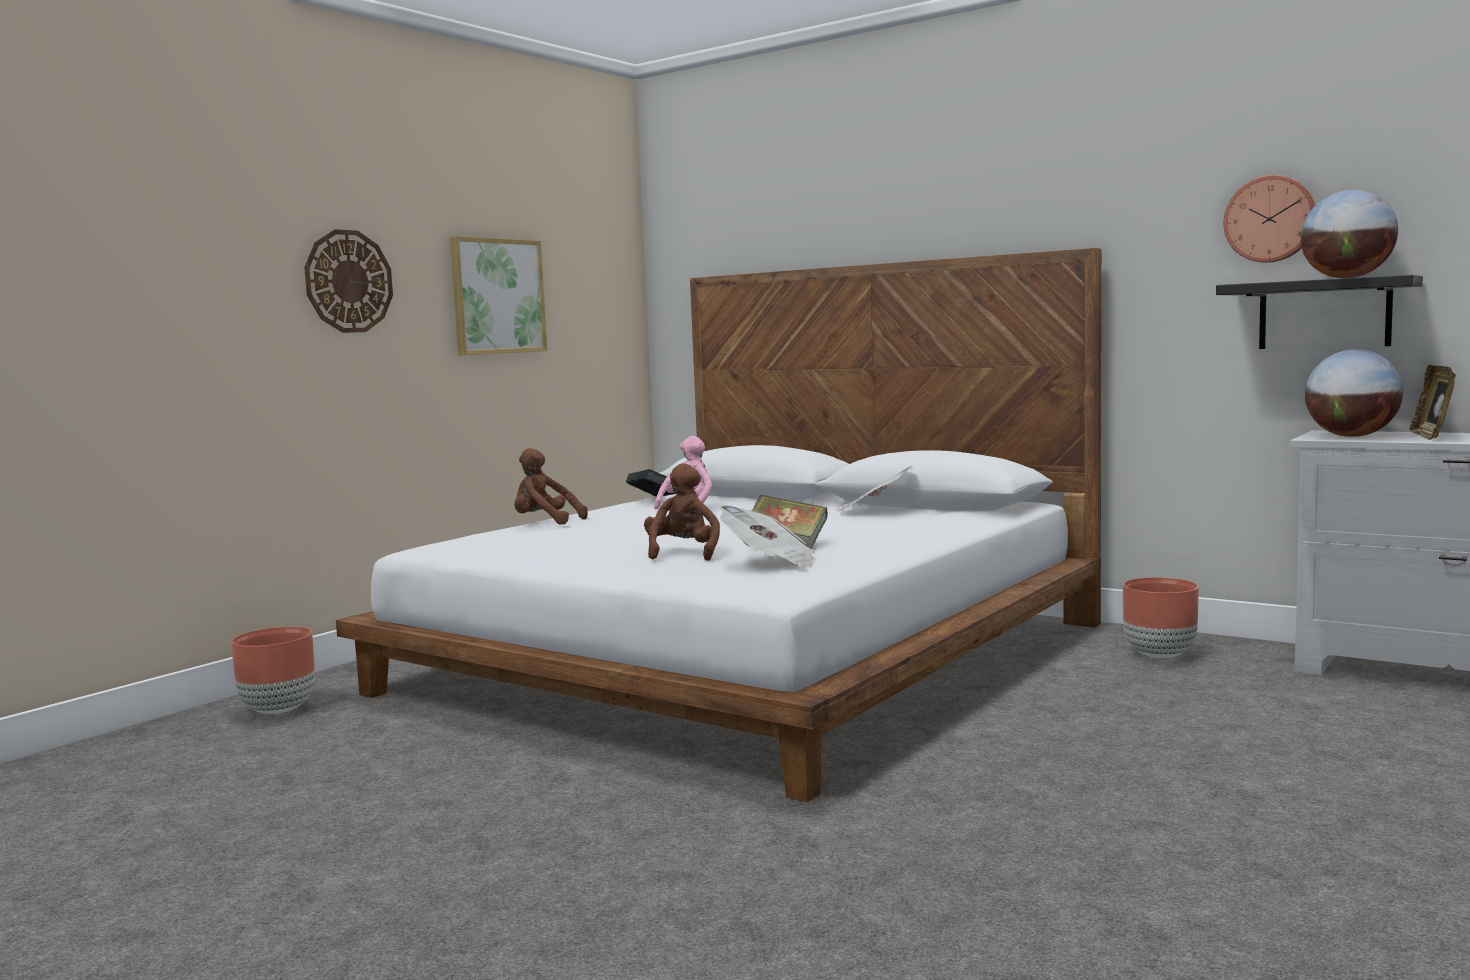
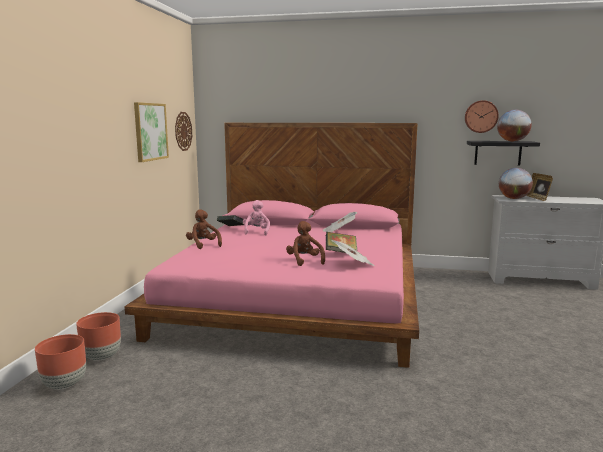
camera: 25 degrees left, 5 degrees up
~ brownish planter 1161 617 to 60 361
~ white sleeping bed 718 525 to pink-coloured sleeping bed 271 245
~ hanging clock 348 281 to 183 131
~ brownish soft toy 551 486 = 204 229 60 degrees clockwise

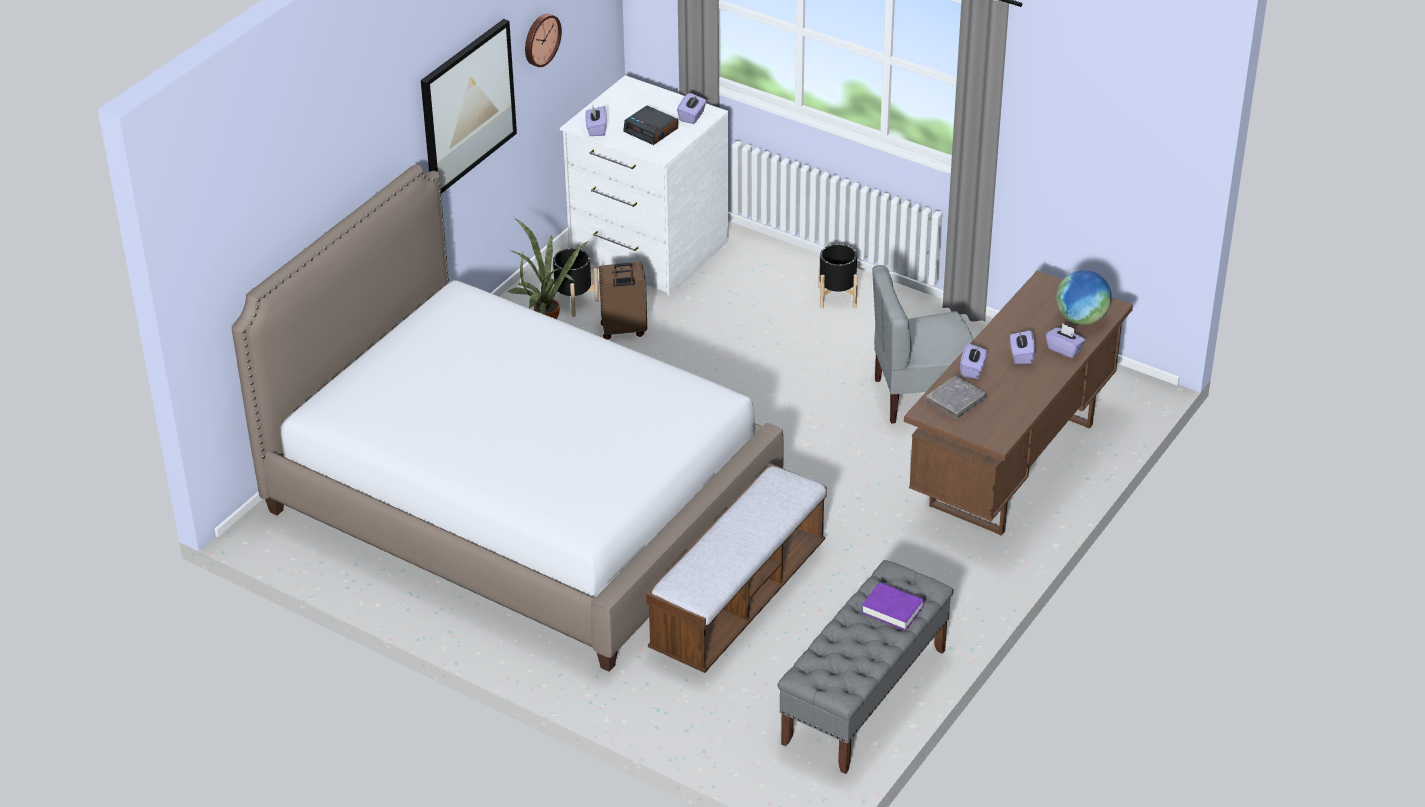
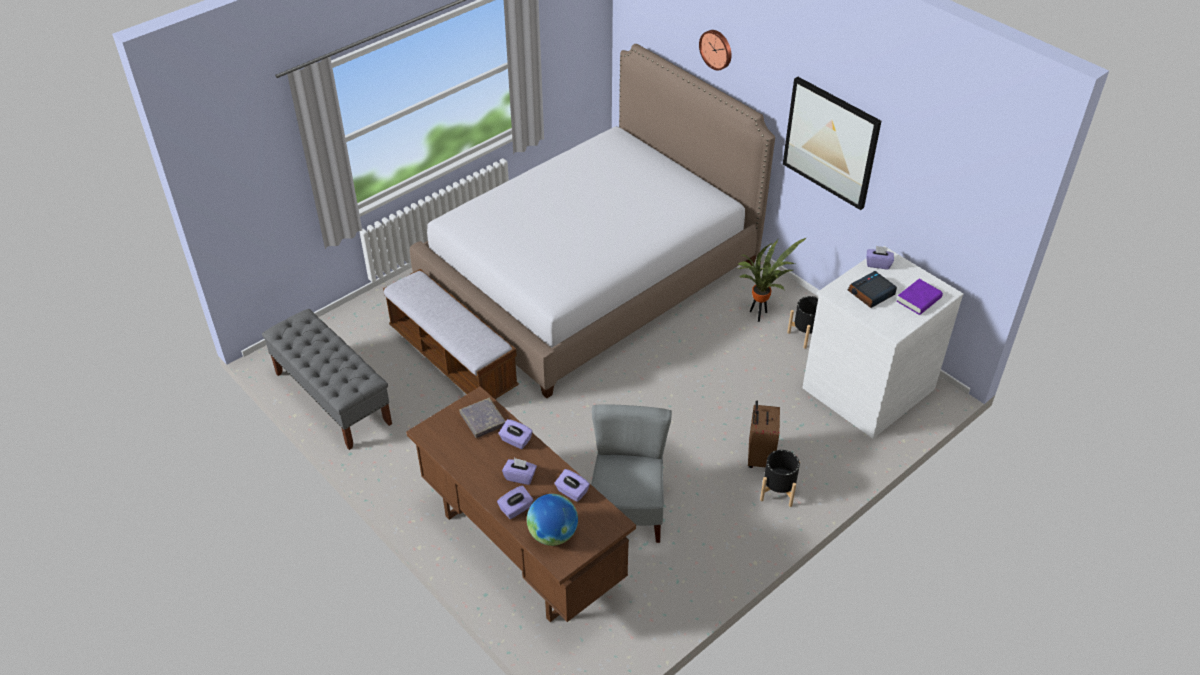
camera: 105 degrees right, 5 degrees up
~ purple tissue holder 692 108 to 572 485
~ hanging clock 543 40 to 715 50
~ brownish piece of luggage 623 301 to 764 434
~ purple bound book 892 606 to 920 297

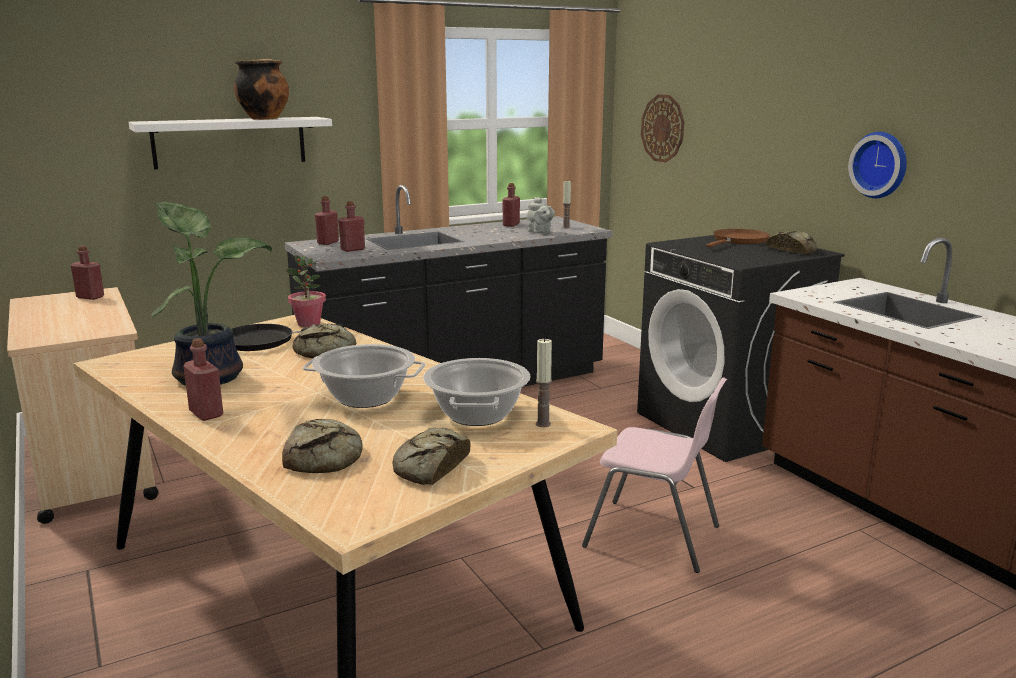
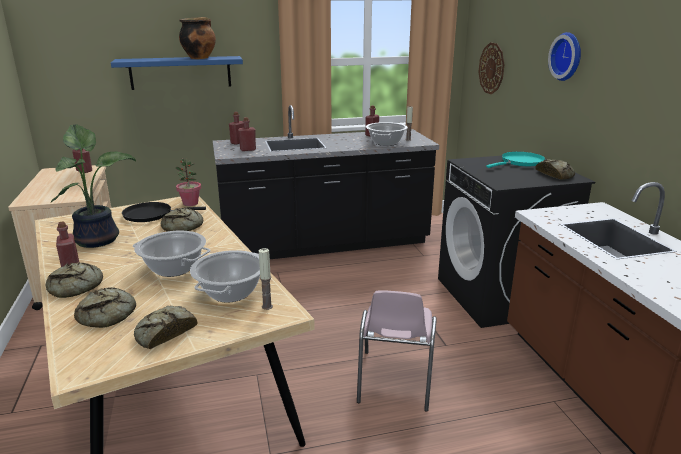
camera: 15 degrees right, 5 degrees up
+ bread 74 280
~ white wall shelf 230 143 to bluish wall shelf 177 73
~ pink-coloured upright chair 654 475 = 397 351 60 degrees clockwise
~ grey tea pot 541 215 to stockpot 387 134
~ brownish pan 738 238 to turquoise pan 515 160
~ hanging clock 877 165 to 564 56

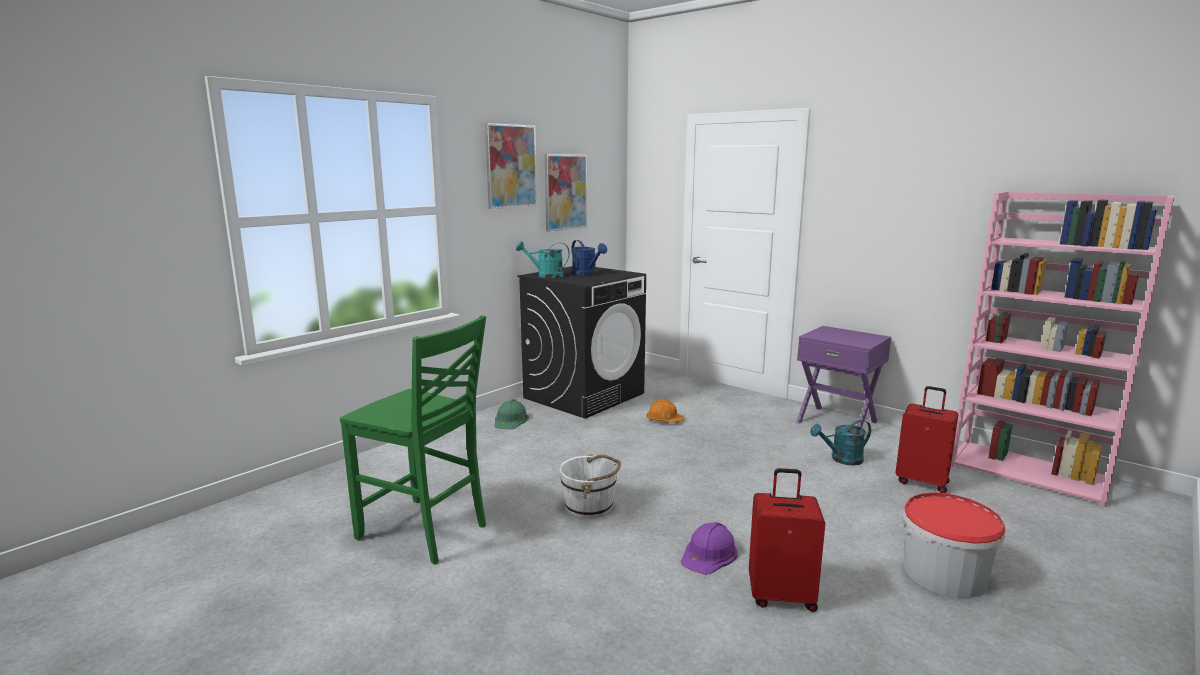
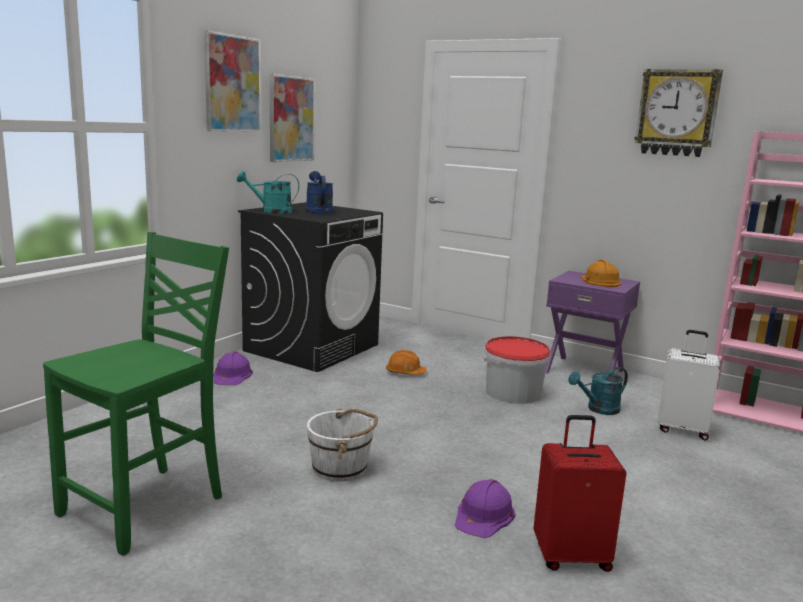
camera: 10 degrees left, 0 degrees up
~ green-coloured upright chair 413 440 = 136 394 75 degrees counterclockwise
~ green-coloured hard hat 511 414 to purple hard hat 233 368
~ bluish watering can 589 258 = 319 192 150 degrees counterclockwise
~ bucket 953 545 to 517 370
+ orange hard hat 601 273
+ hanging clock 679 113
~ red-coloured piece of luggage 926 439 to white piece of luggage 688 385

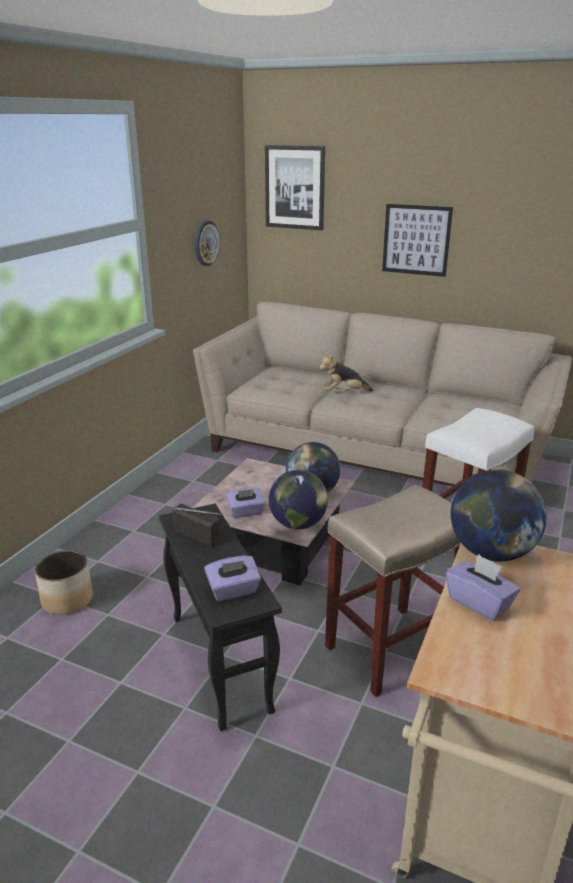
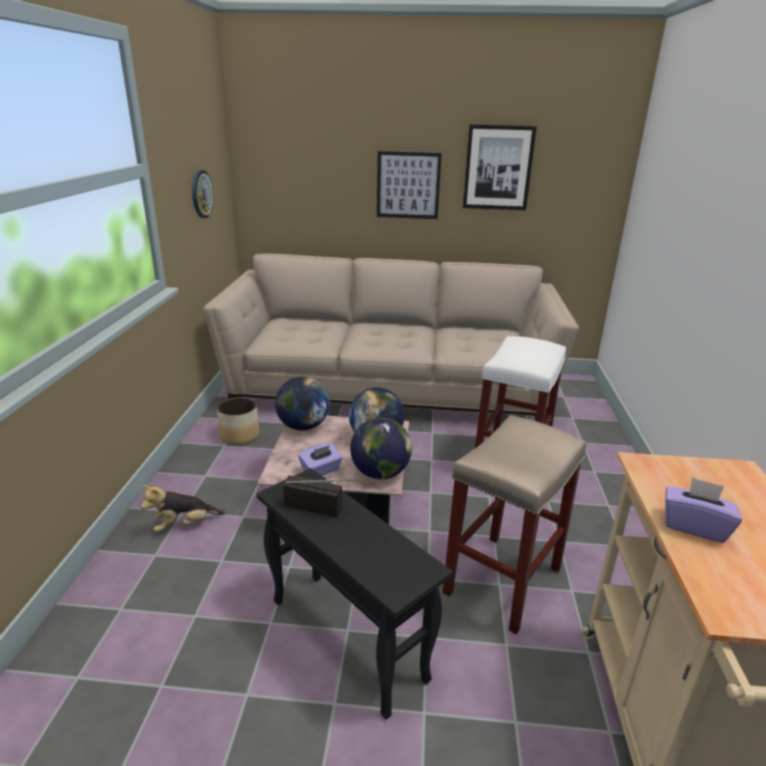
camera: 20 degrees left, 0 degrees up
~ soft toy 346 372 to 183 508
~ planter 64 582 to 238 421
~ desk globe 499 515 to 302 403
~ wall art 295 187 to 500 167
- purple tissue holder 232 578

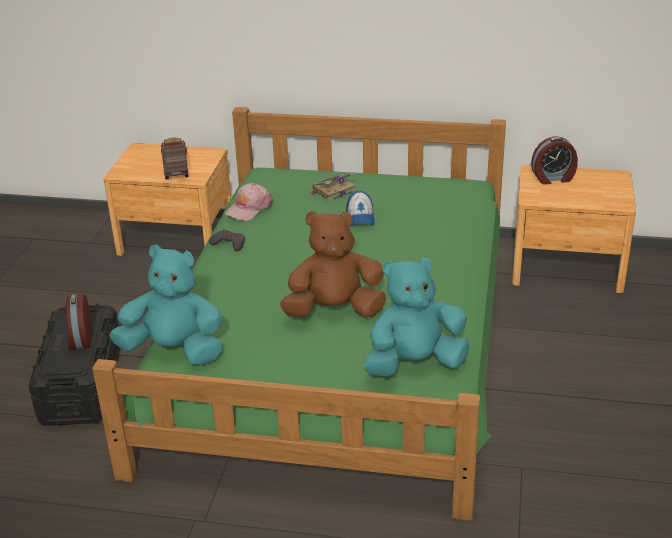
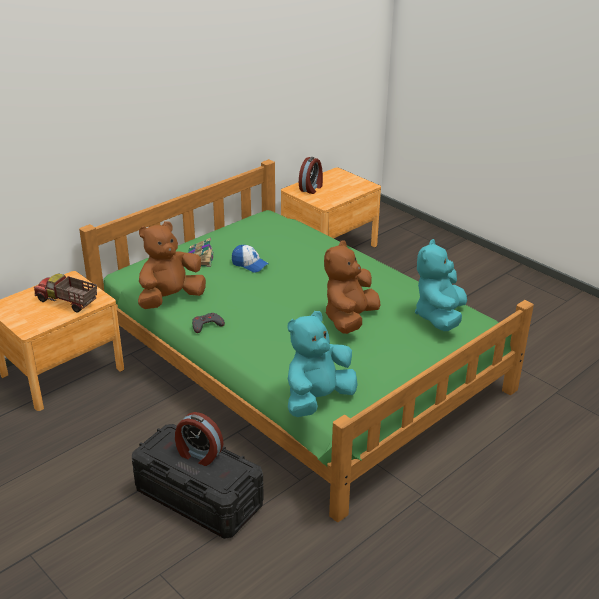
camera: 55 degrees left, 0 degrees up
~ pink-coloured cap 249 202 to brownish soft toy 172 265

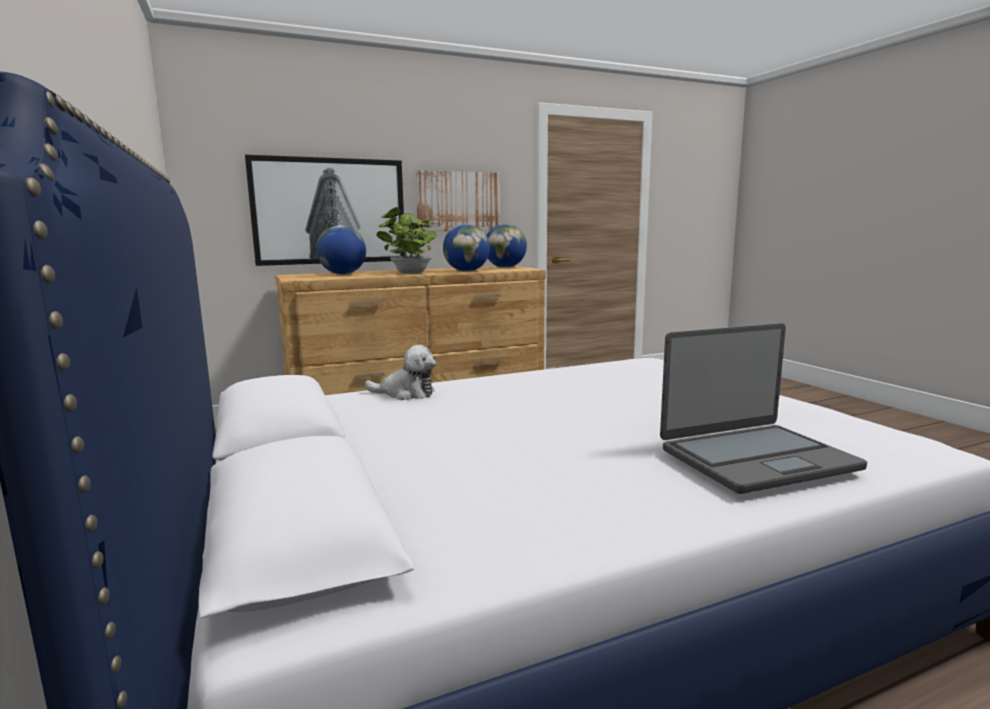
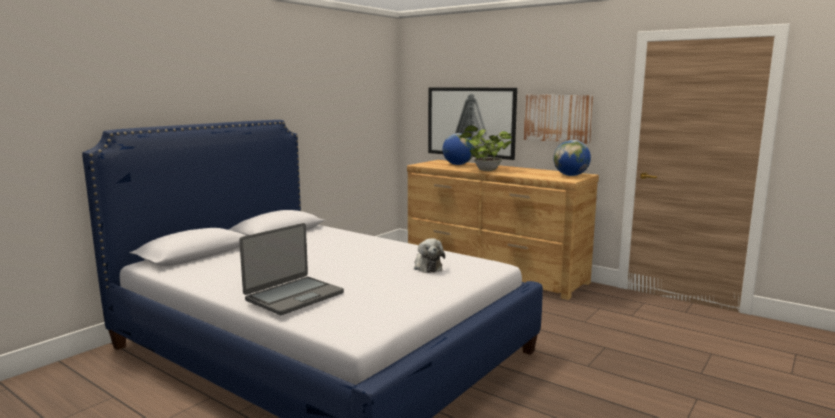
camera: 60 degrees right, 0 degrees up
~ laptop 763 408 = 291 269 90 degrees counterclockwise
~ soft toy 400 372 to 429 255
- desk globe 466 248

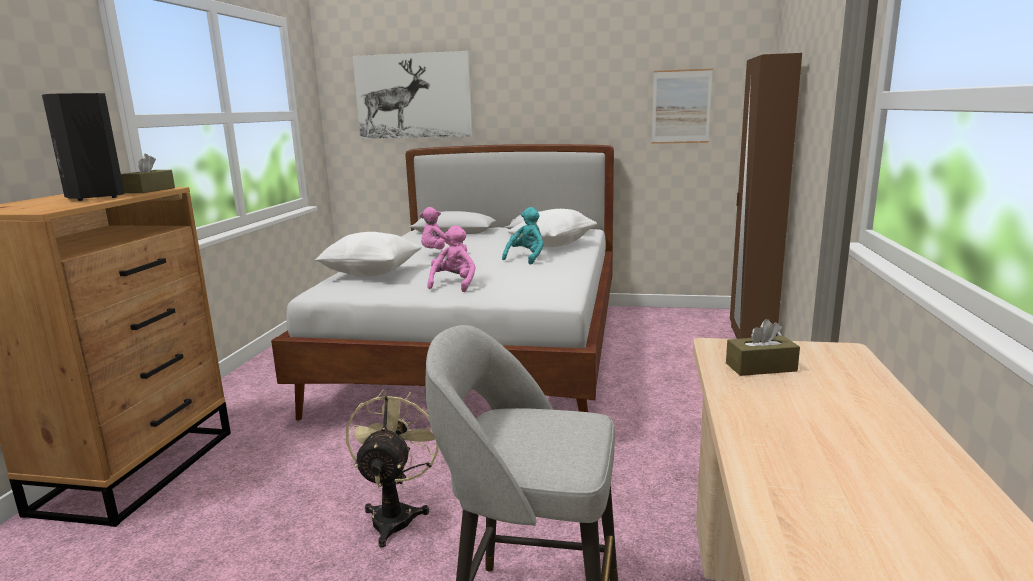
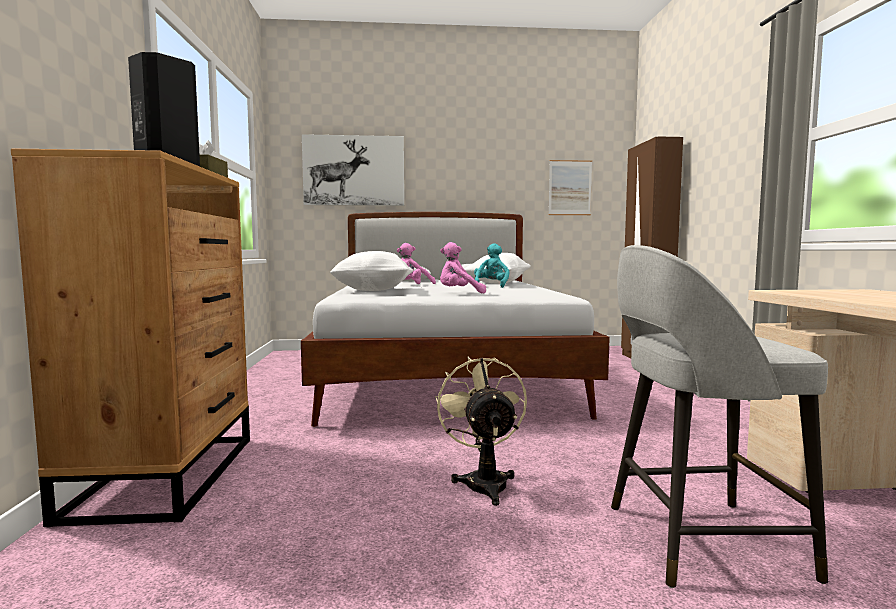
camera: 15 degrees left, 10 degrees down
~ pink-coloured soft toy 451 258 = 463 267 90 degrees counterclockwise
- brownish tissue holder 763 347

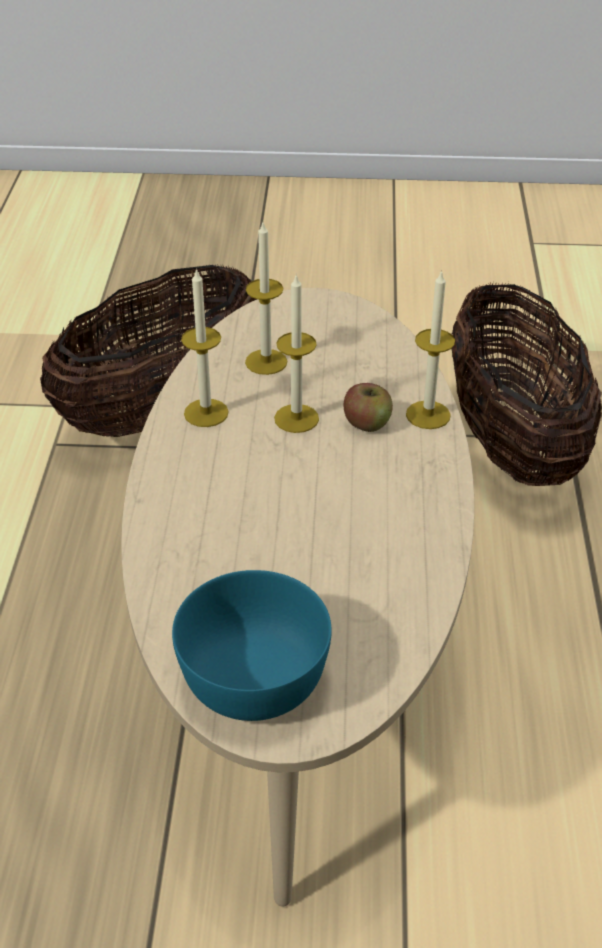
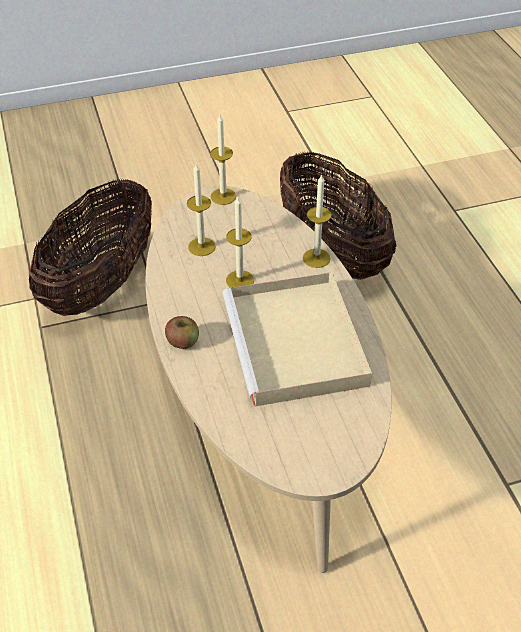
camera: 20 degrees left, 5 degrees up
~ apple 368 407 to 182 332
~ candle 205 347 to 223 160
+ beige carrying tray 297 339
- turquoise deep dish 252 645

